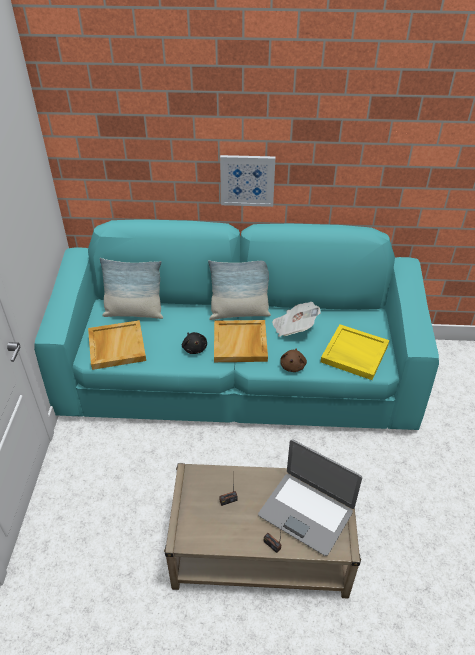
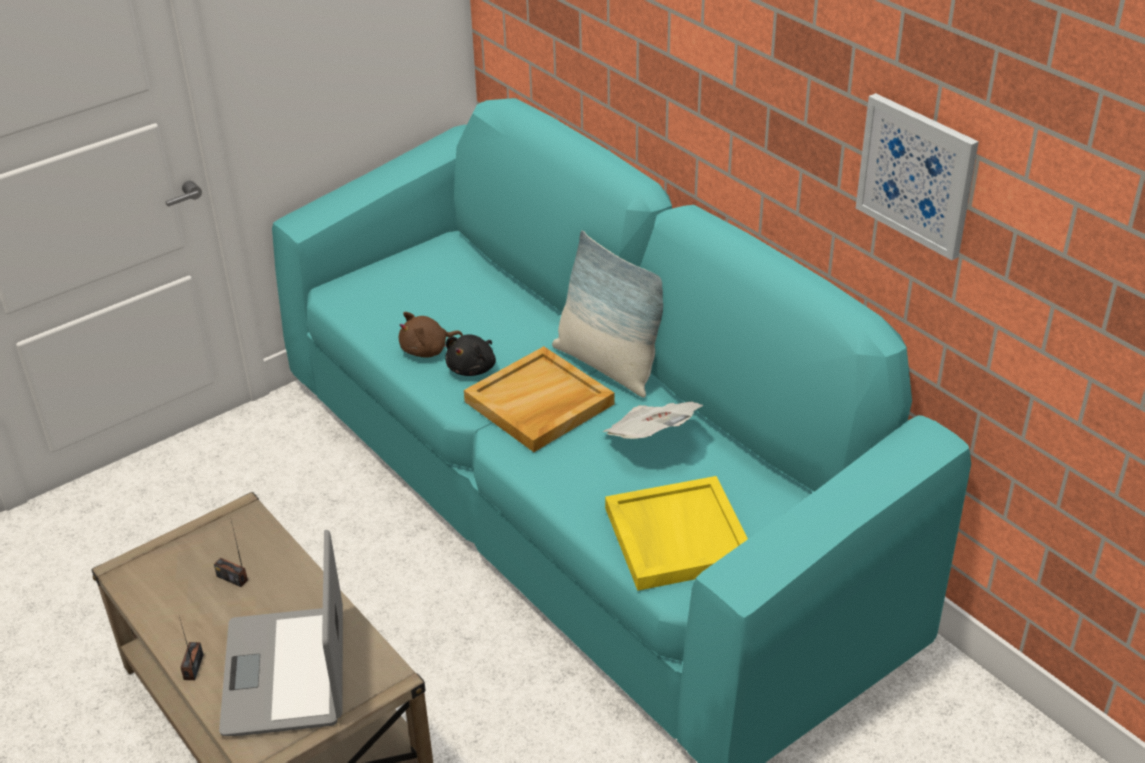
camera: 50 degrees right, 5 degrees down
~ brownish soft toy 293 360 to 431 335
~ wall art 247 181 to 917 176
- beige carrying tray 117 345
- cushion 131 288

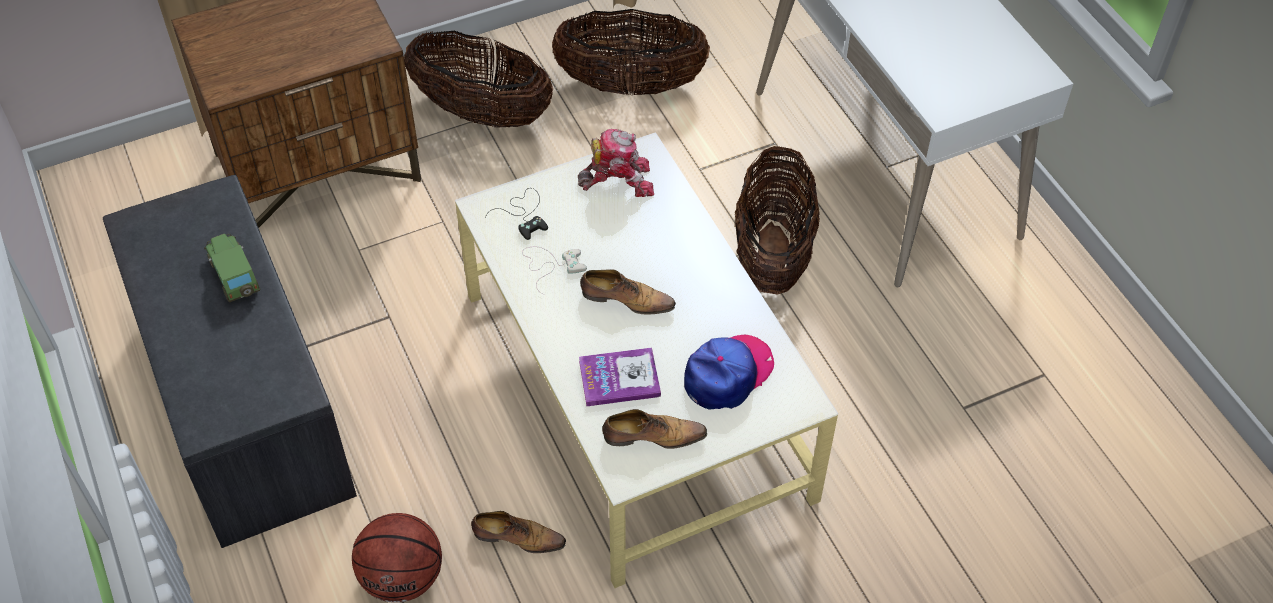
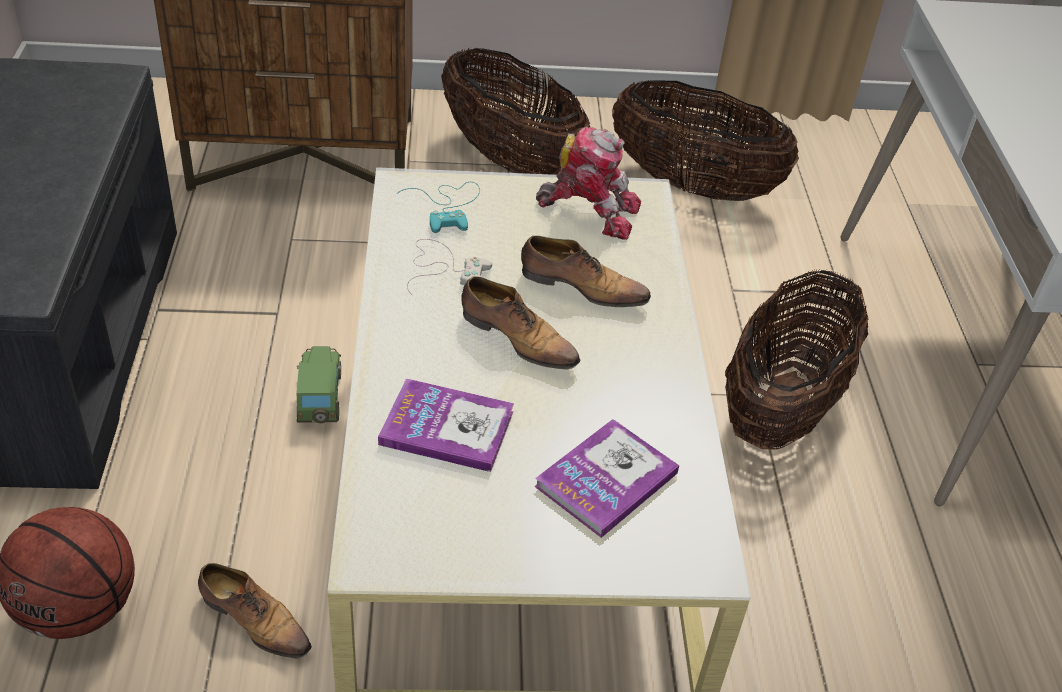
camera: 20 degrees right, 10 degrees down
~ miniature car 232 268 to 319 384
~ black-coloured gamepad 516 214 to turquoise gamepad 439 207
~ low shoe 654 429 to 586 271
~ cap 729 372 to bound book 606 478

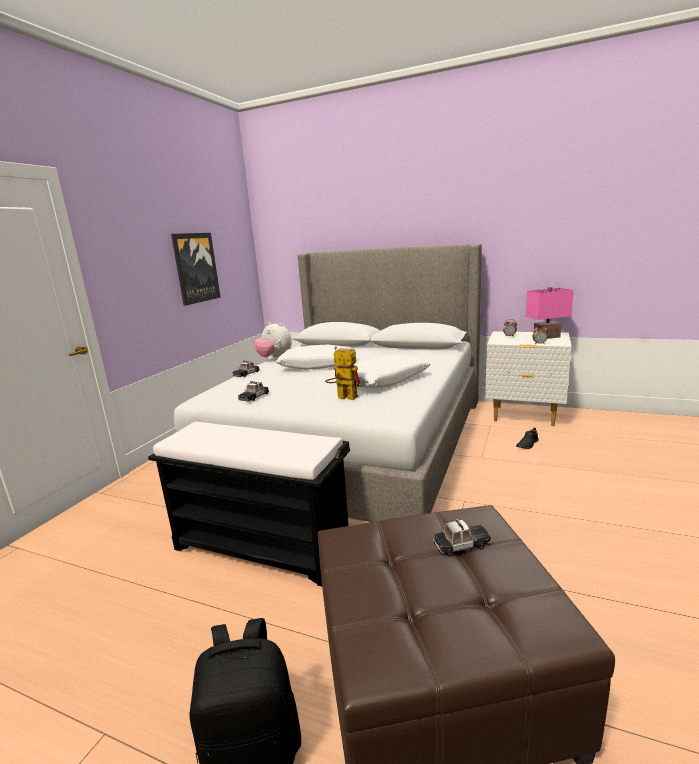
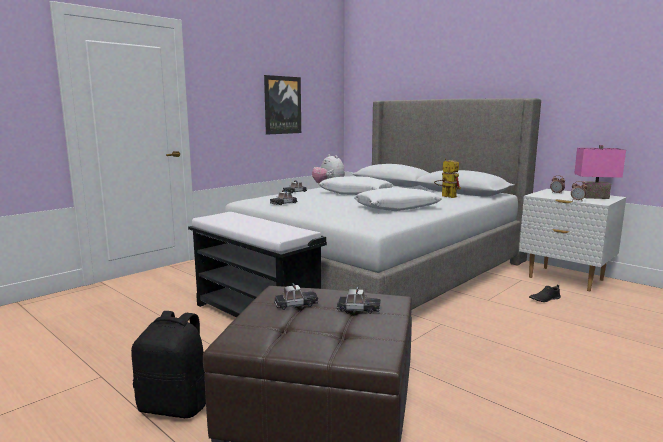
camera: 20 degrees right, 5 degrees down
+ miniature car 296 296
~ toy robot 343 373 to 447 178

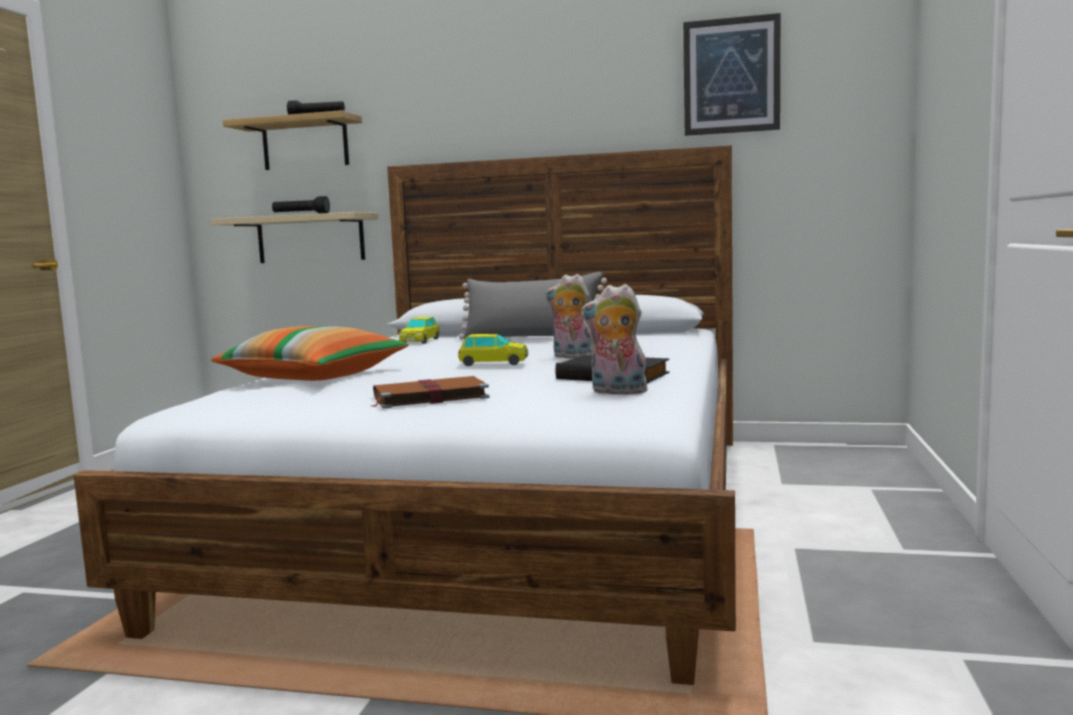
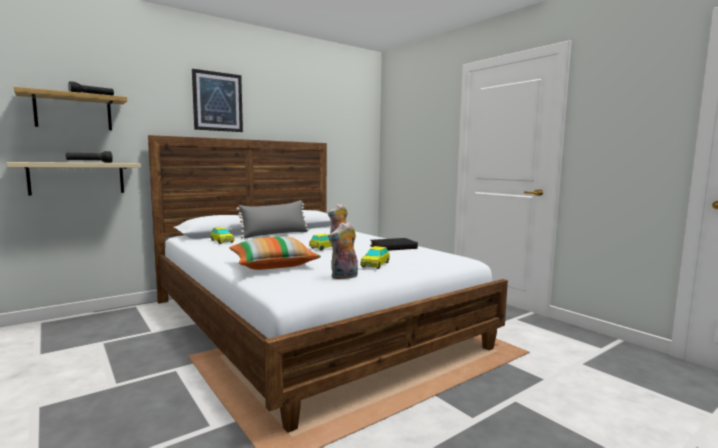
camera: 50 degrees left, 0 degrees up
~ wall art 731 74 to 217 100
~ soft toy 614 339 to 343 250
~ brownish bound book 429 392 to miniature car 375 257

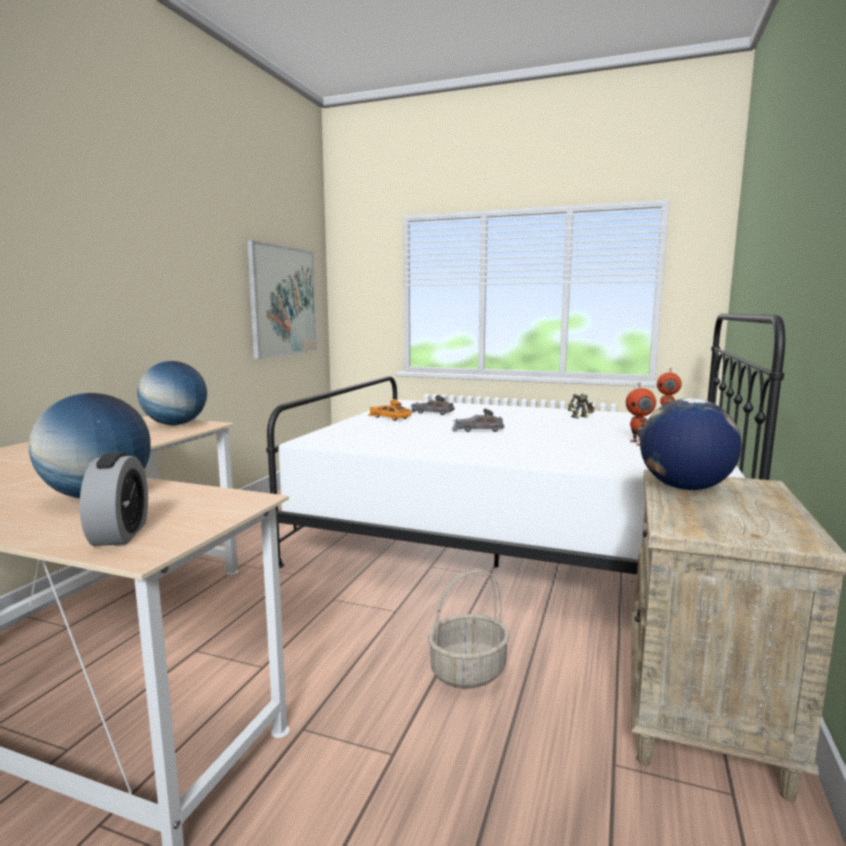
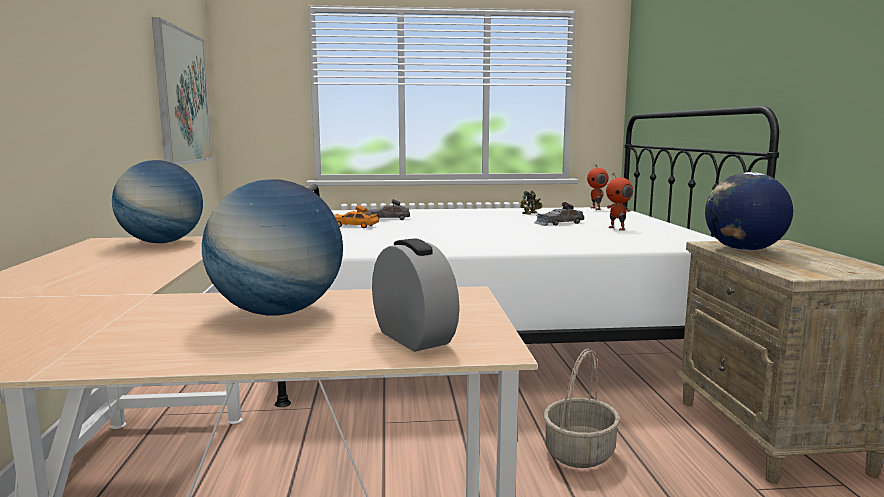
camera: 25 degrees left, 0 degrees up
~ grey miniature car 478 420 to 559 214

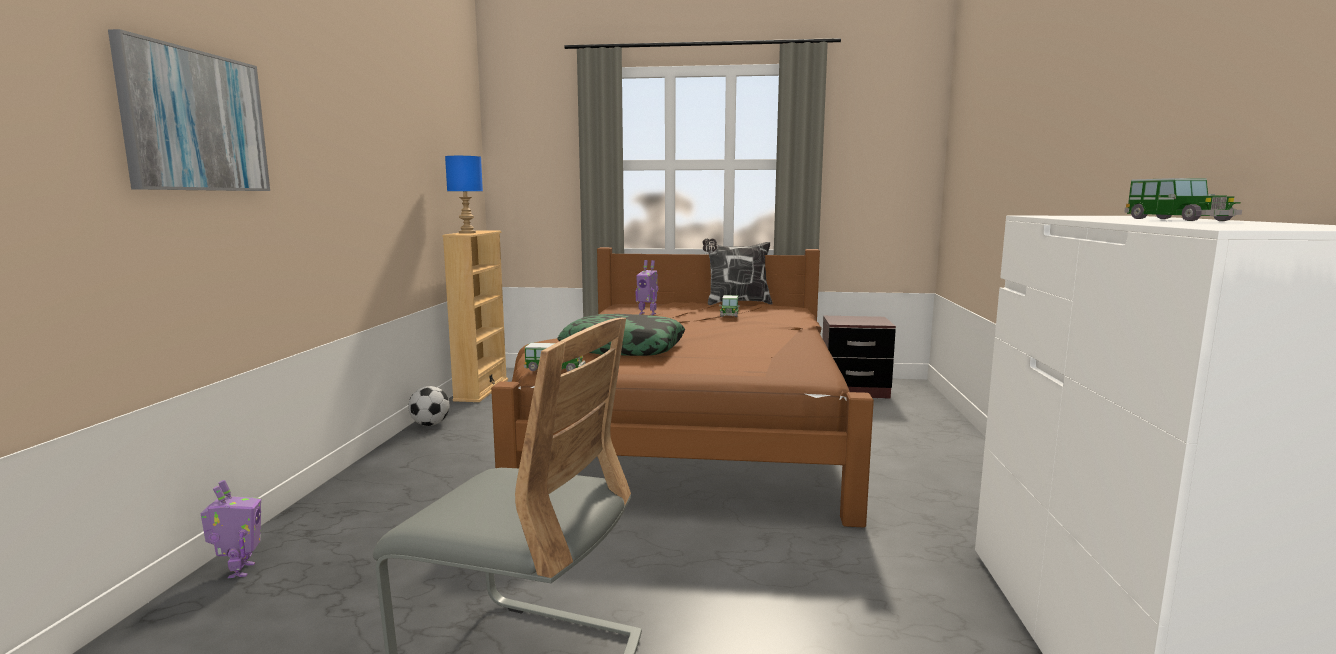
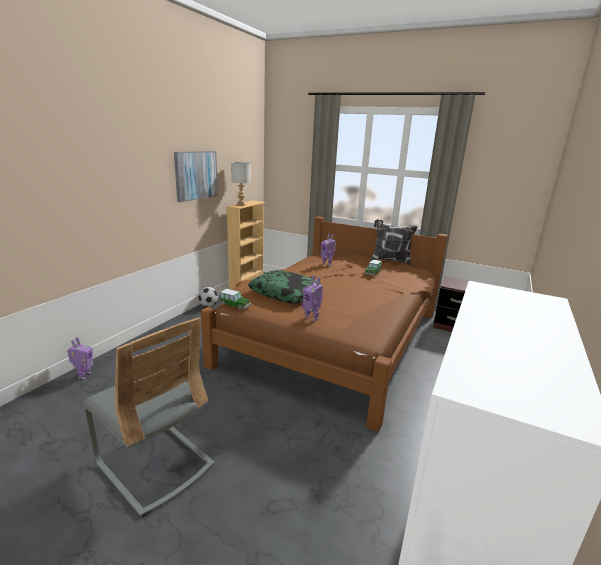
camera: 20 degrees right, 10 degrees up
~ wall art 189 110 to 196 176
~ bluish lamp for a table 464 194 to grey lamp for a table 241 184
+ toy robot 312 299
- miniature car 1183 199

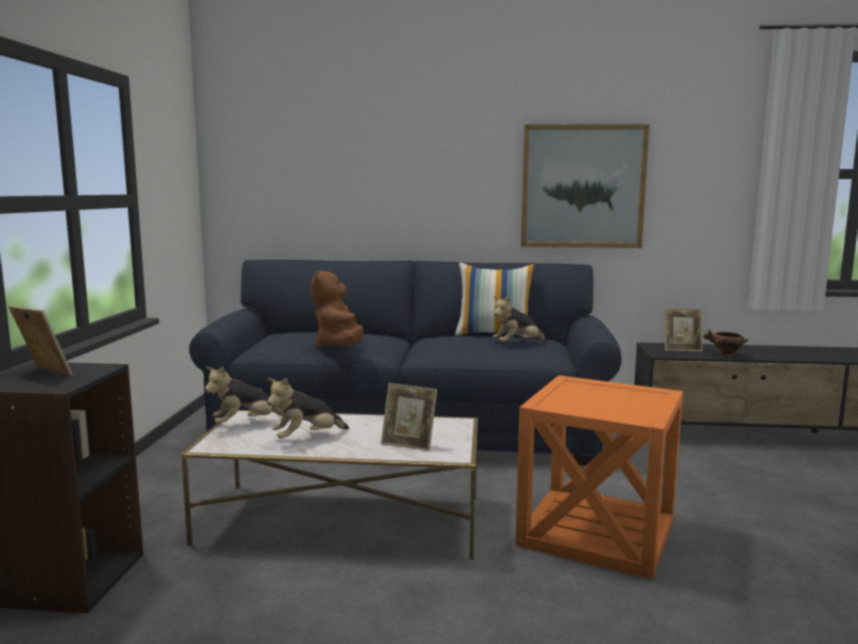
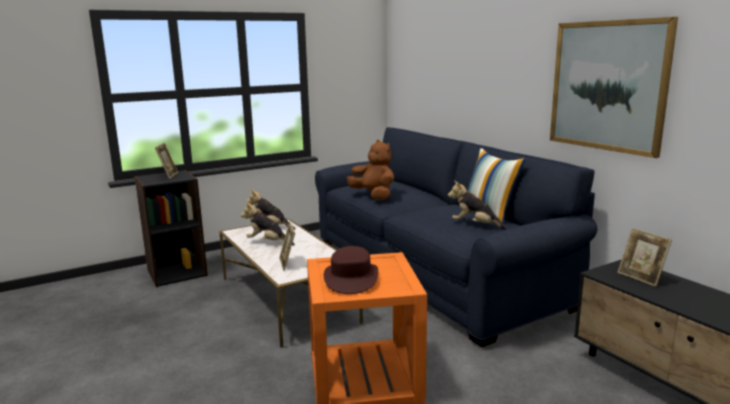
camera: 55 degrees right, 5 degrees up
+ brownish clothing hat 351 270
~ brownish soft toy 337 309 = 370 170 90 degrees clockwise
- deep dish 725 343

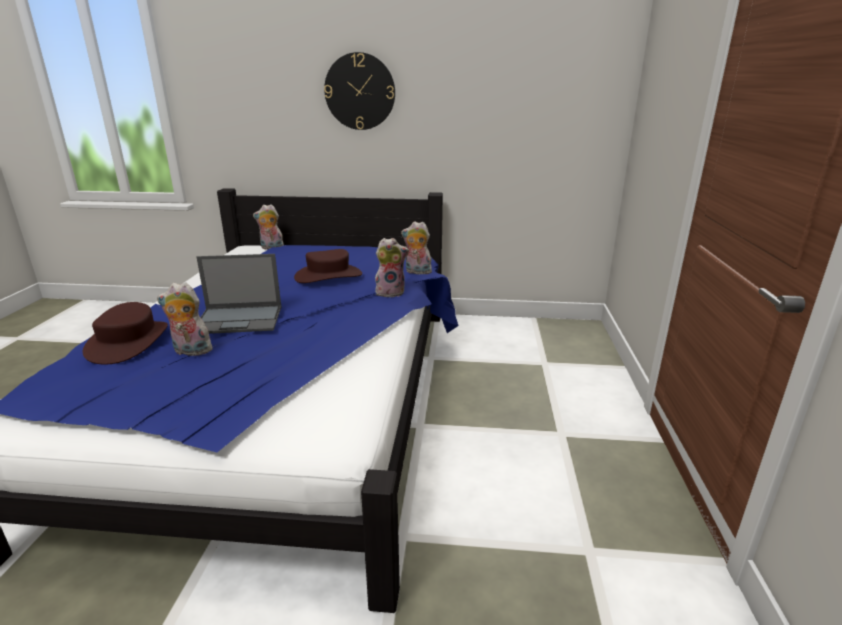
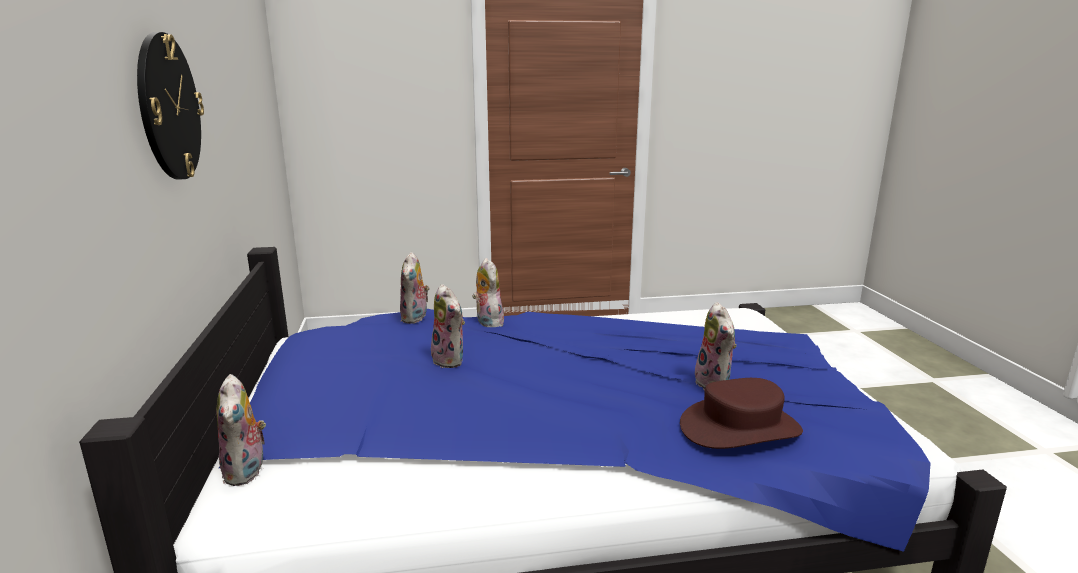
camera: 105 degrees left, 5 degrees down
~ brownish clothing hat 328 266 to soft toy 447 326
- laptop 239 294

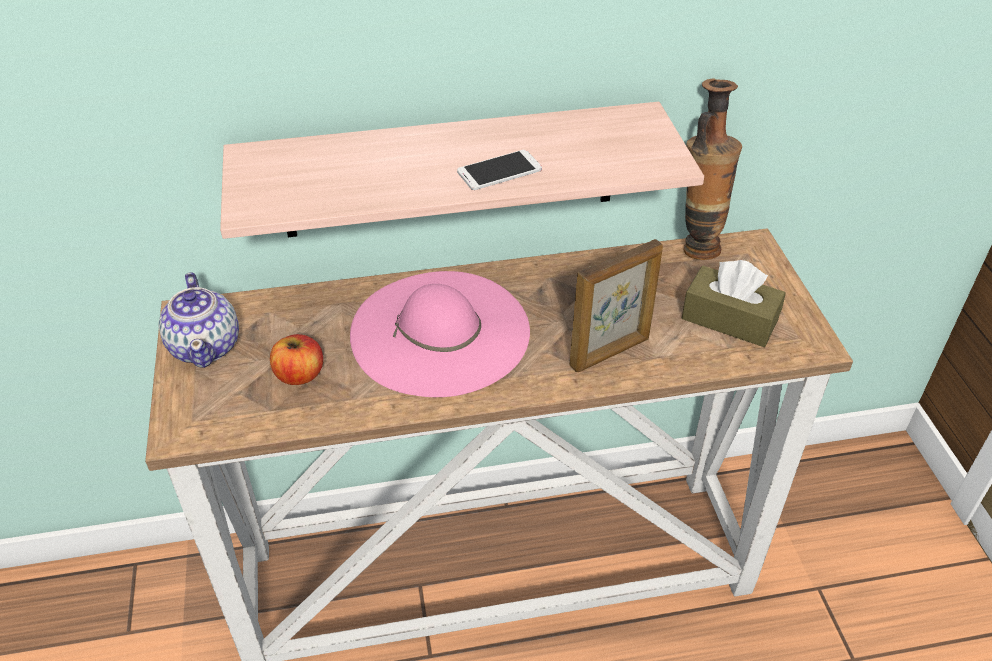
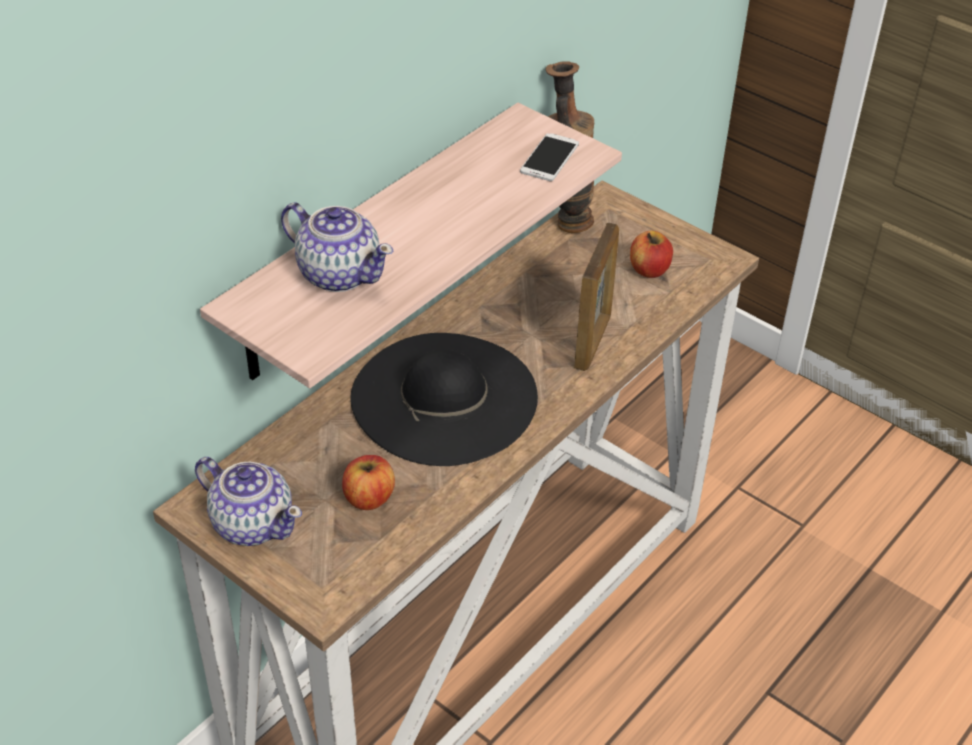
camera: 40 degrees left, 0 degrees up
+ tea pot 337 247
~ pink-coloured clothing hat 440 334 to black-coloured clothing hat 444 399
~ phone 499 170 to 549 157
~ brownish tissue holder 734 303 to apple 651 254

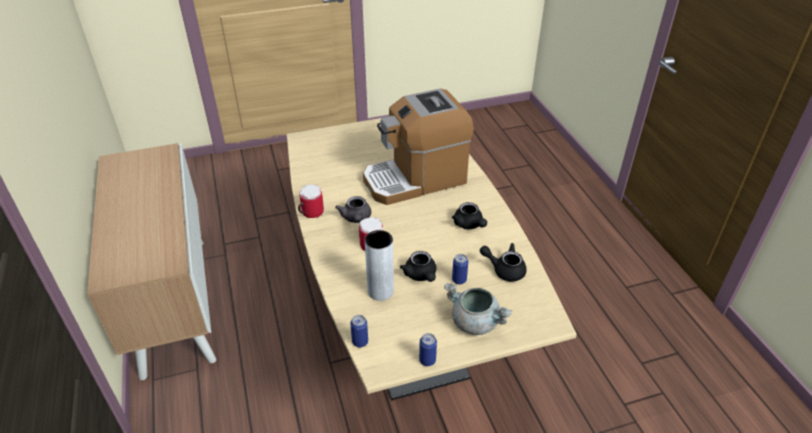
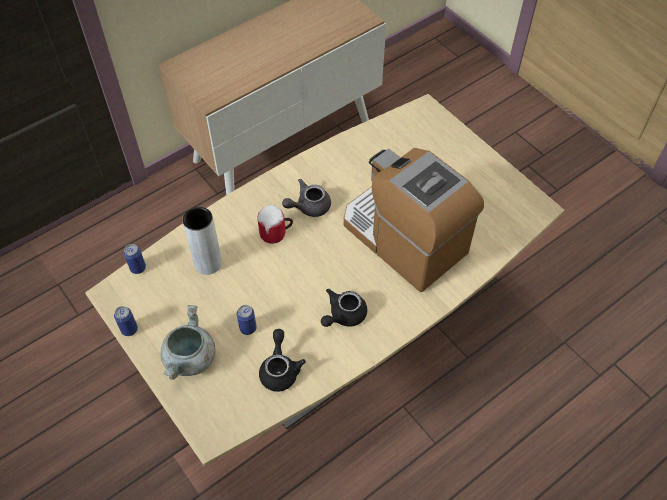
camera: 70 degrees right, 15 degrees up
- mug 311 201
- black-coloured tea pot 418 266

